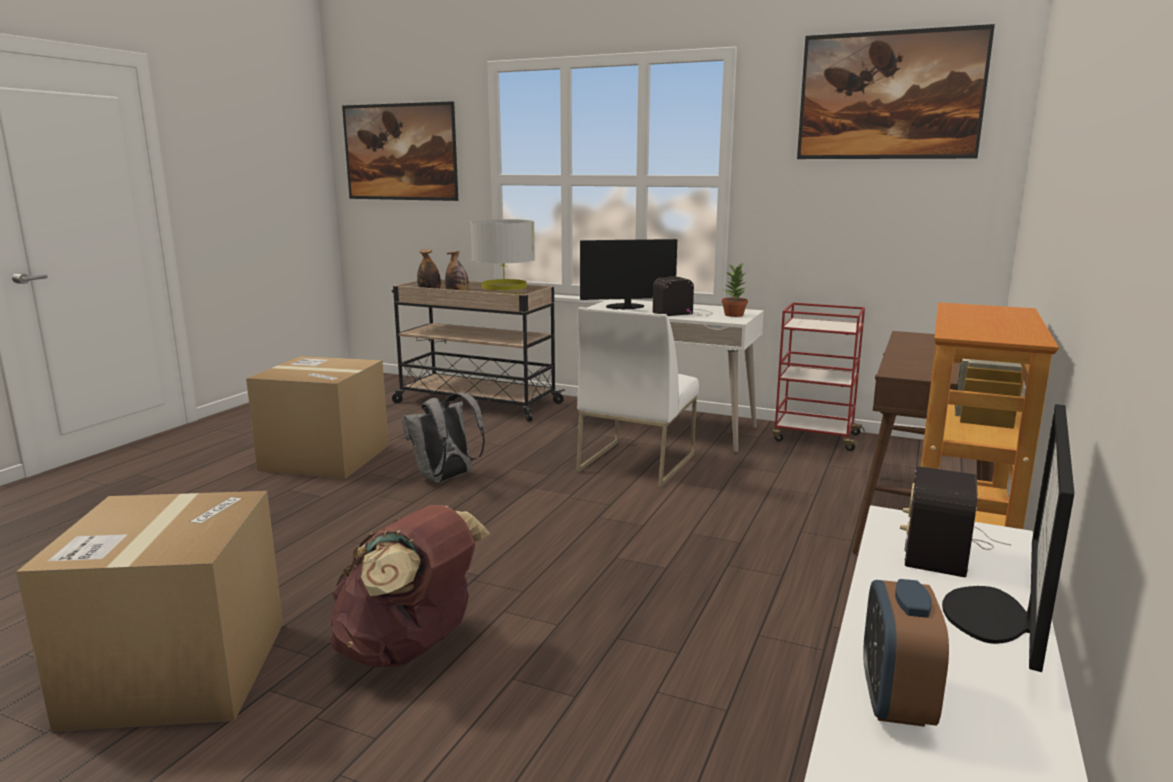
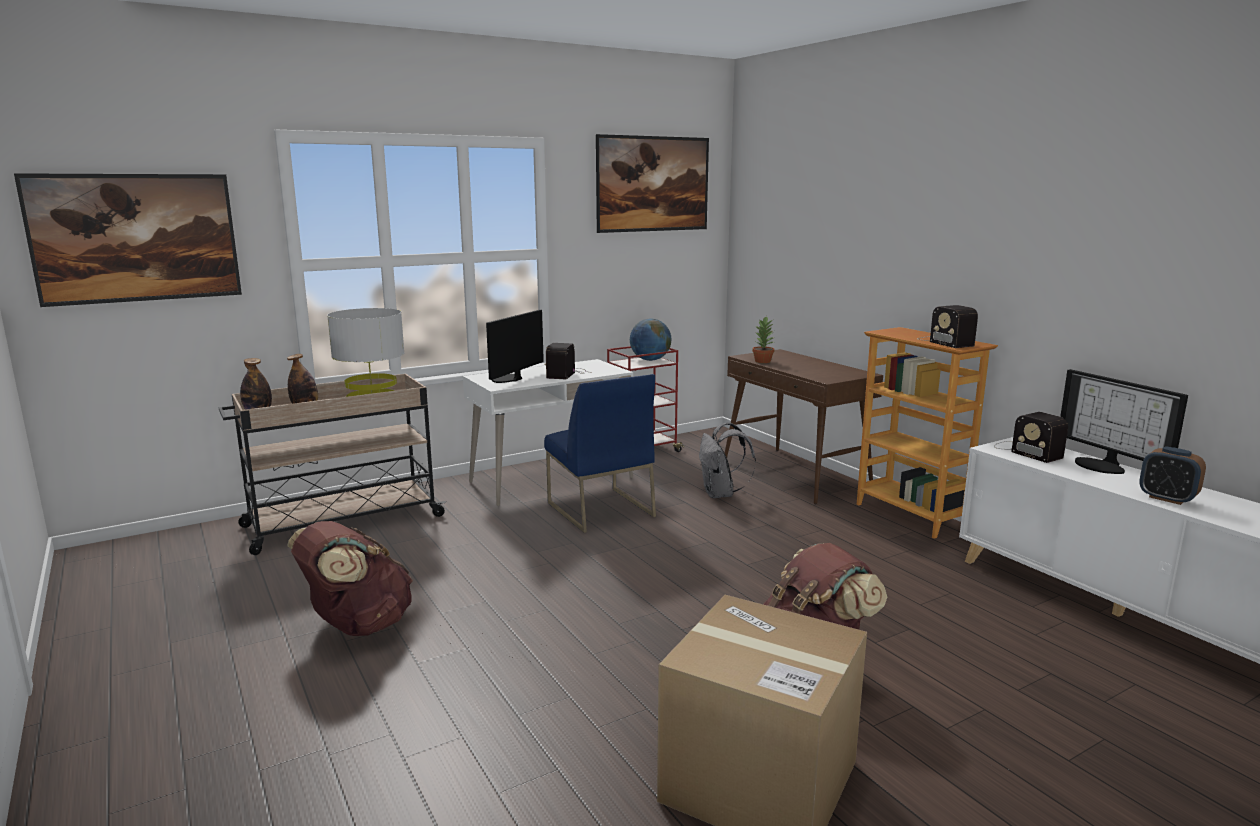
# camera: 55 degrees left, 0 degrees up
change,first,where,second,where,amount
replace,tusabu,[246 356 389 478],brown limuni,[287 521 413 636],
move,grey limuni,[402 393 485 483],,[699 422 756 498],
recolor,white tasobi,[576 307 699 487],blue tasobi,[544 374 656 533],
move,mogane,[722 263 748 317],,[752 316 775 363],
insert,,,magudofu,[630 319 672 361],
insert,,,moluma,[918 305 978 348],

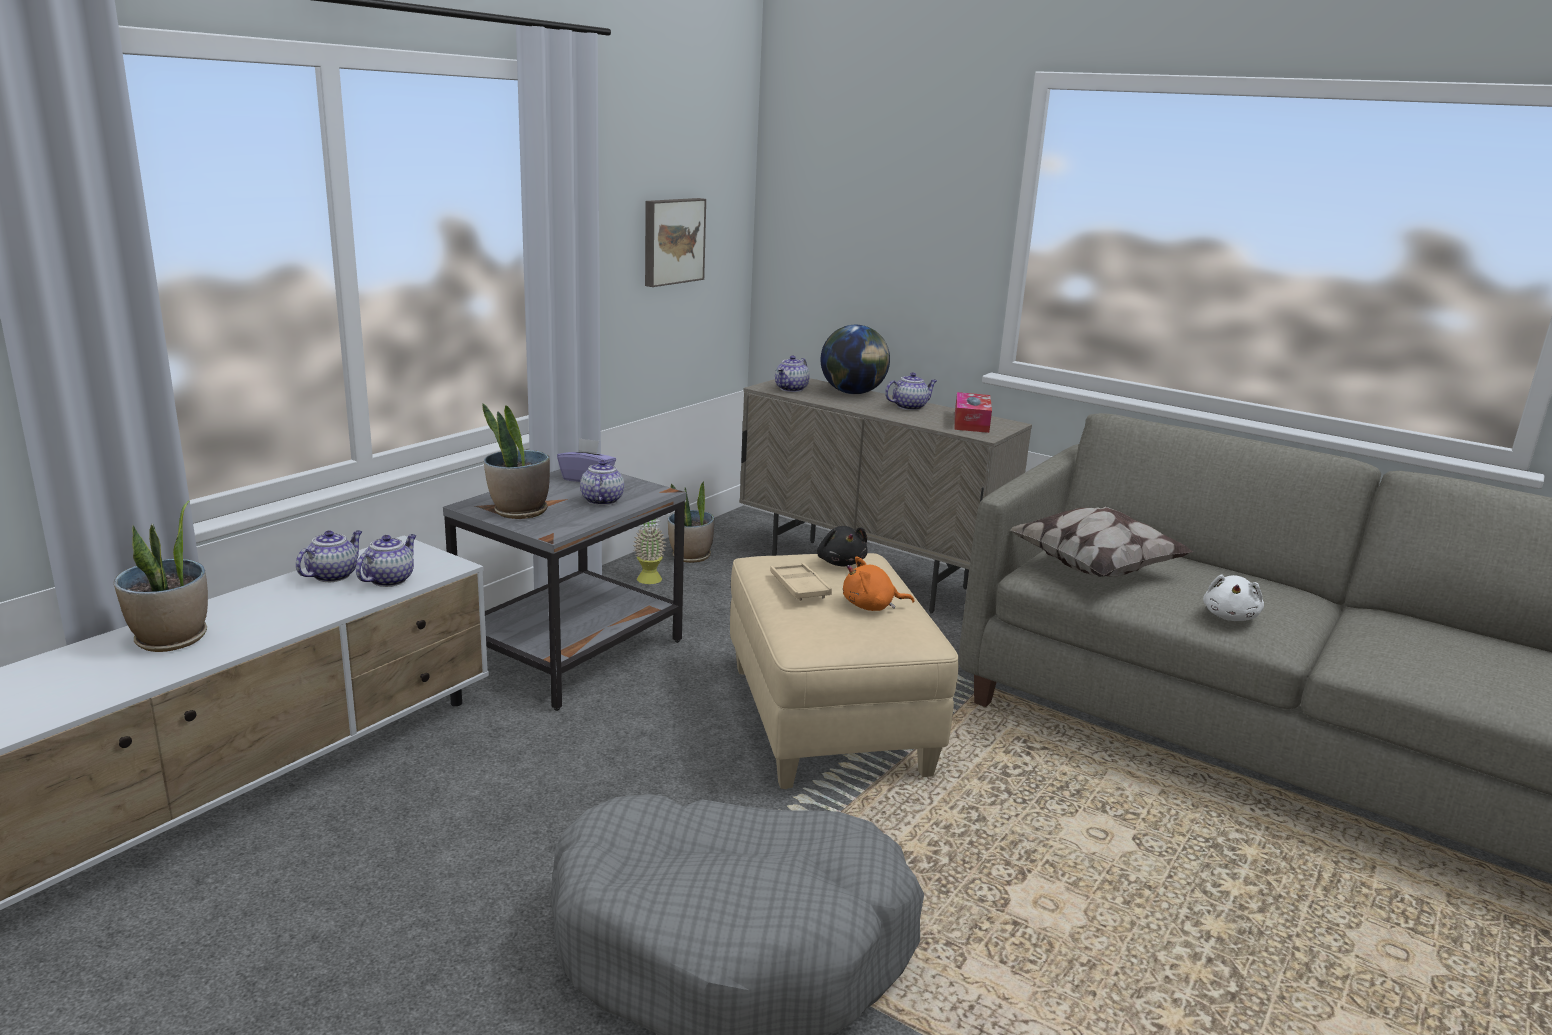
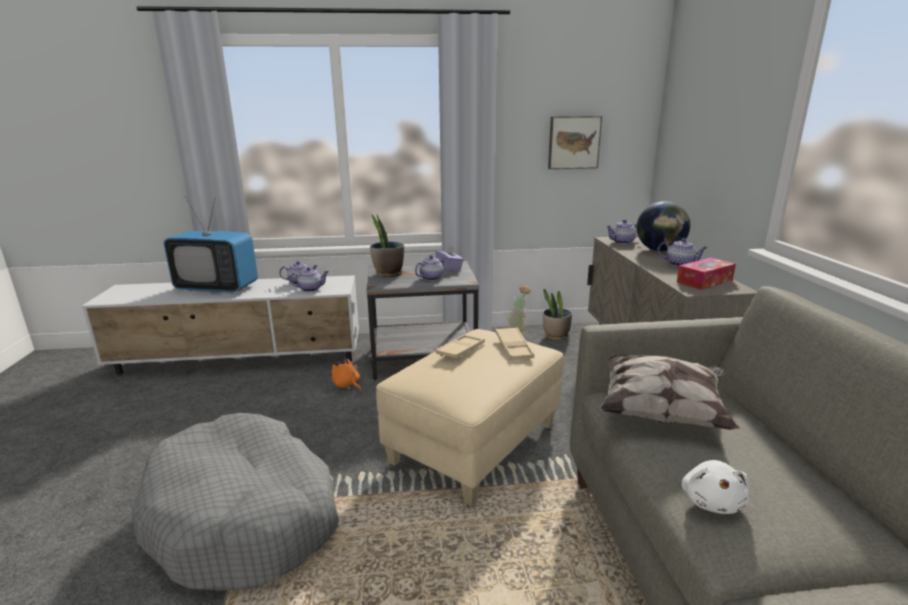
# camera: 50 degrees right, 0 degrees up
change,first,where,second,where,amount
replace,mogane,[114 501 208 652],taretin,[164 196 258 293],
replace,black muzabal,[817 526 867 566],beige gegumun,[495 327 534 359],
move,orange muzabal,[843 556 914 611],,[332 358 361 391],
rotate,white muzabal,[1203 574 1264 621],,[682 460 750 514],60 degrees counterclockwise

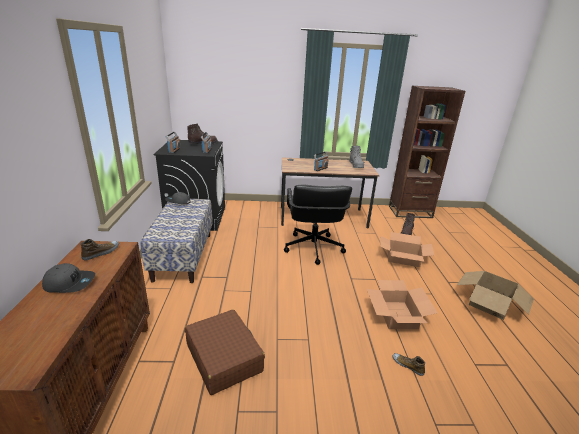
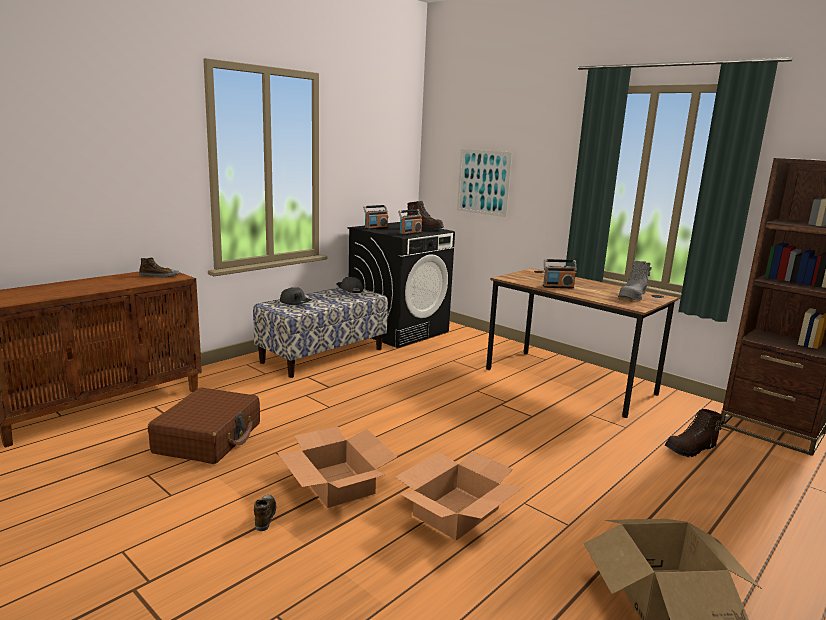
# camera: 45 degrees right, 10 degrees down
change,first,where,second,where,amount
move,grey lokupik,[42 263 95 293],,[280 287 312 305],
delete,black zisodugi,[284 184 352 265],,,
move,tusabu,[380 232 434 267],,[278 426 397 508],
move,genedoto,[393 353 425 376],,[254 495 277 531],
insert,,,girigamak,[457 149 512 217],

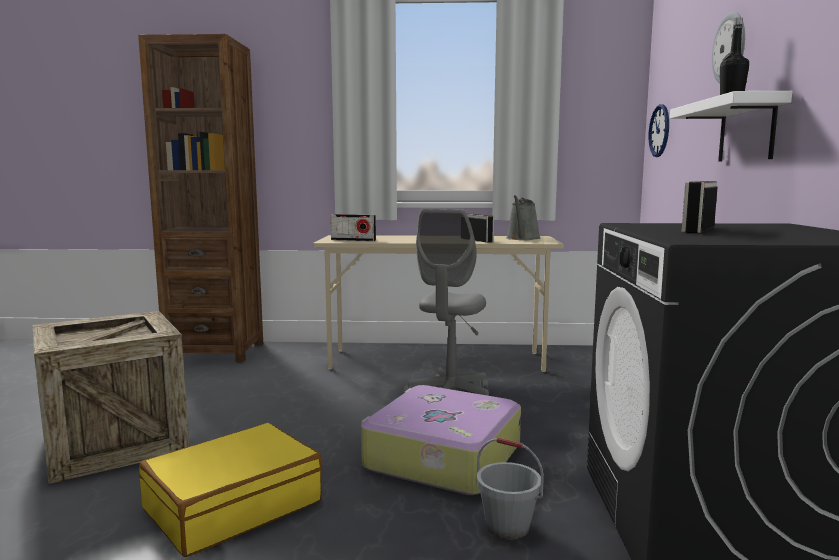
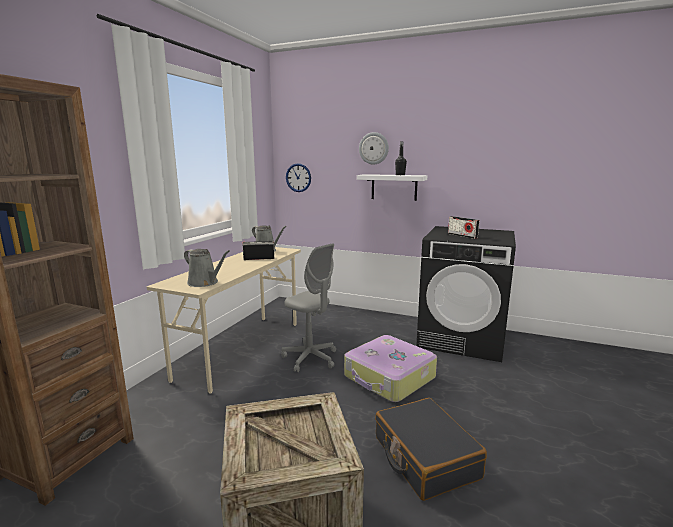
# camera: 70 degrees left, 5 degrees up
change,first,where,second,where,amount
recolor,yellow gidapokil,[139 423 322 557],black gidapokil,[375 398 487 501],
replace,moluma,[330 214 376 241],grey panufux,[184 249 230 287],
delete,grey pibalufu,[477 438 544 540],,,

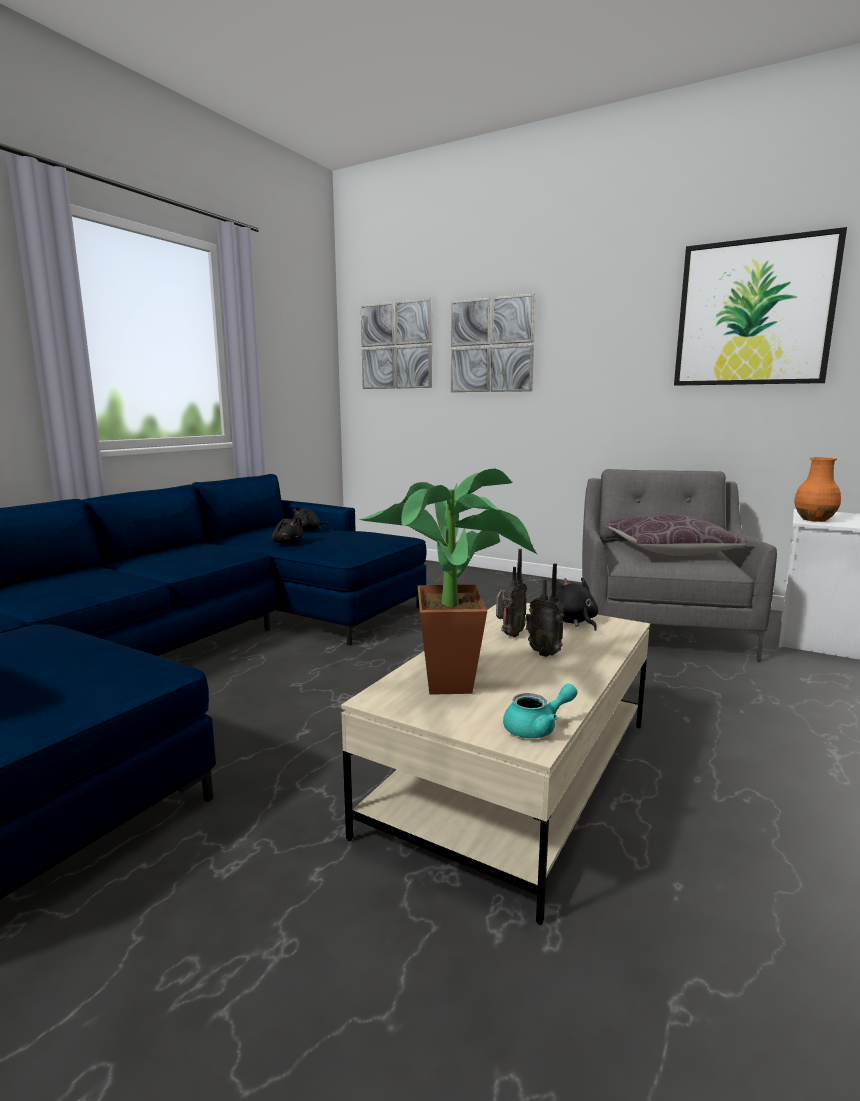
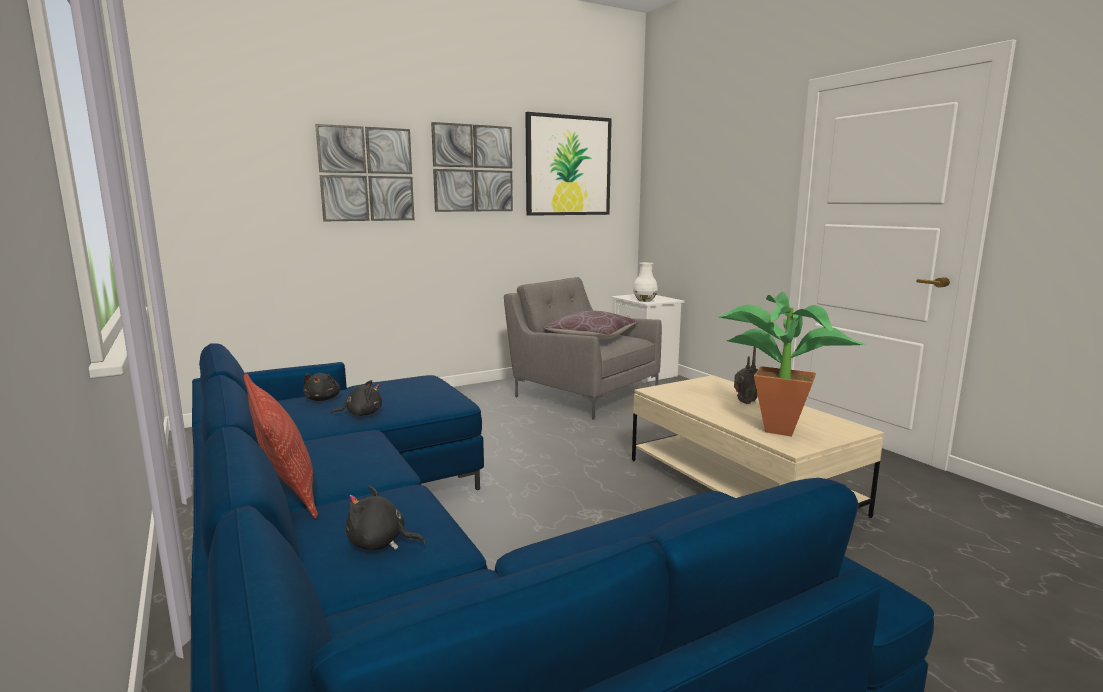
# camera: 60 degrees left, 0 degrees up
change,first,where,second,where,amount
move,girigamak,[361 299 432 389],,[431 122 513 212],
delete,moluma,[496 549 527 637],,,
delete,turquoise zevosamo,[503 684 577 738],,,
move,black muzabal,[556 577 598 631],,[345 486 425 550],
recolor,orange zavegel,[794 457 841 522],white zavegel,[633 262 658 302],
insert,,,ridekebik,[244 373 318 519],

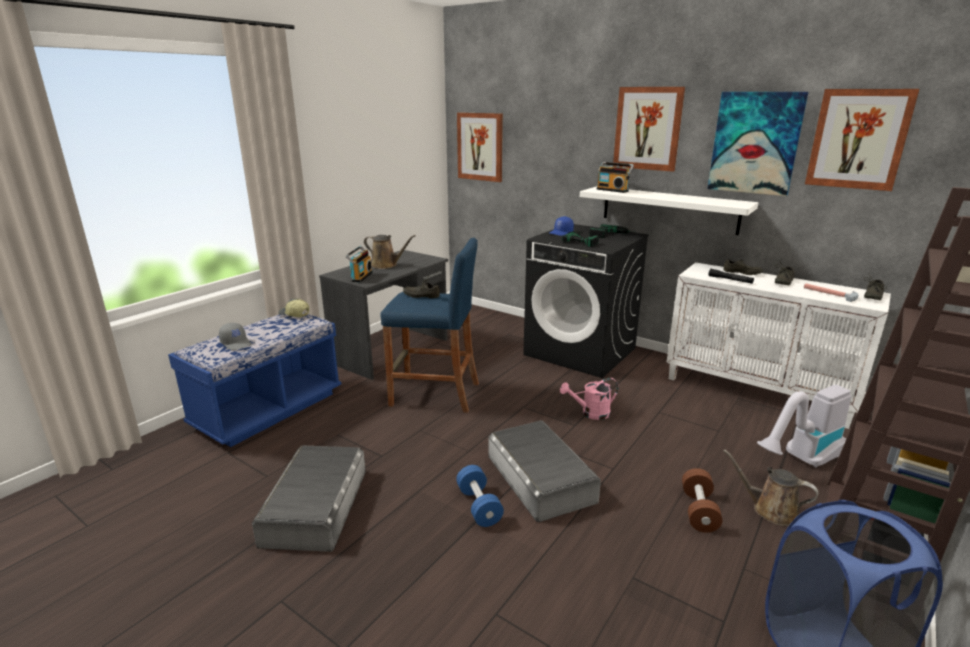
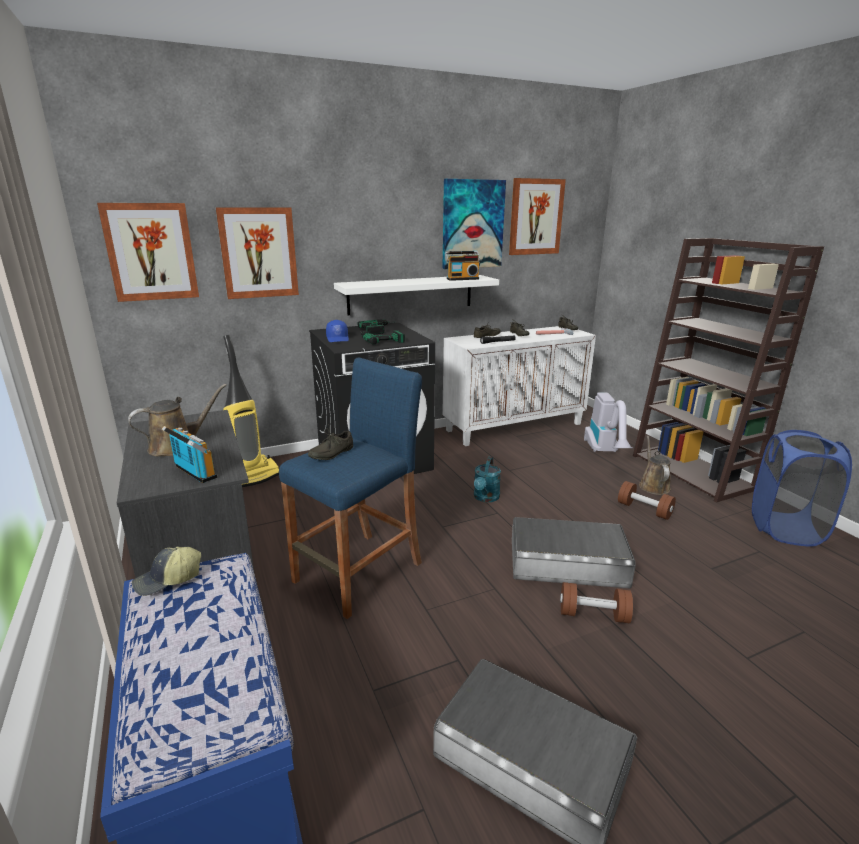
# camera: 60 degrees left, 0 degrees up
change,first,where,second,where,amount
delete,grey lokupik,[219 323 251 350],,,
recolor,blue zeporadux,[456 465 504 527],brown zeporadux,[560 582 633 623],
recolor,pink panufux,[560 378 619 420],turquoise panufux,[474 457 501 502],
move,moluma,[597 162 634 193],,[445 251 480 281],
move,girigamak,[613 87 685 172],,[216 207 299 299],
rotate,brown panufux,[723 449 818 526],,[639 436 671 495],120 degrees clockwise
insert,,,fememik,[223 335 279 487],

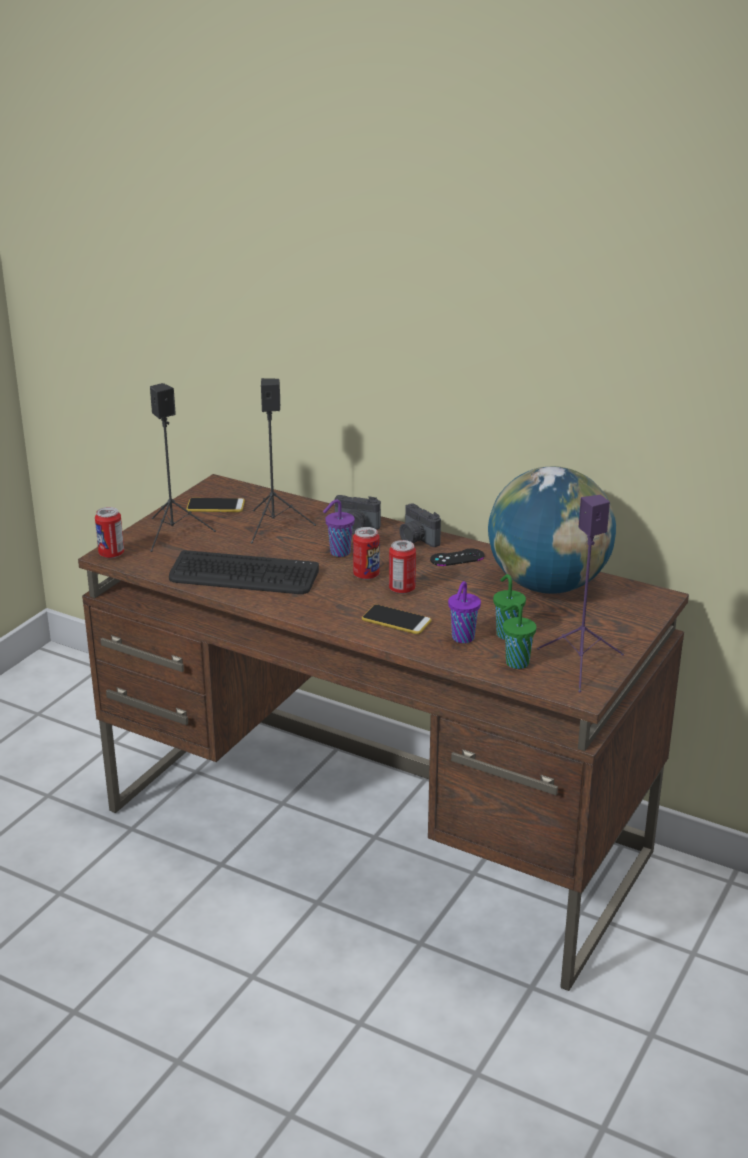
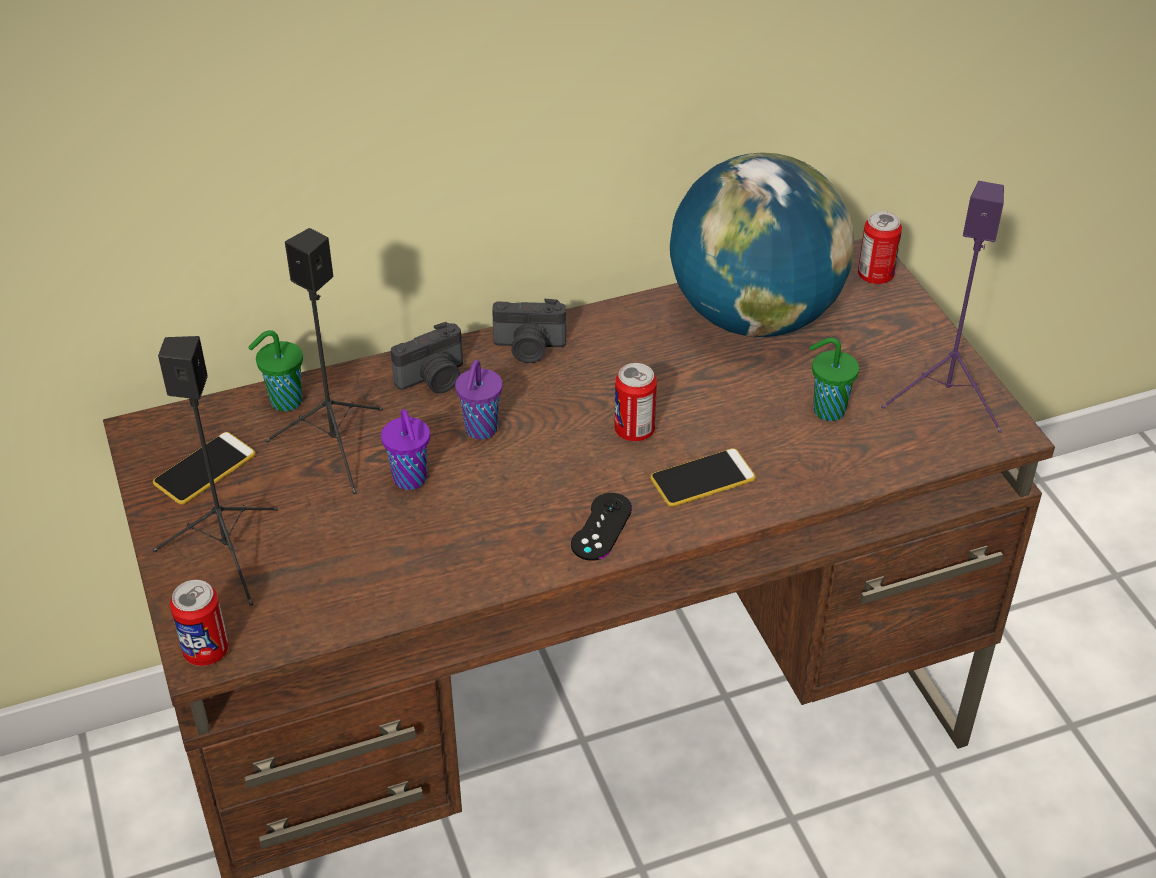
# camera: 50 degrees left, 15 degrees up
change,first,where,second,where,amount
delete,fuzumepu,[169 550 319 594],,,
move,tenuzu,[353 527 380 580],,[858 211 902 284],
move,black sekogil,[430 549 484 566],,[571 493 632 561],
move,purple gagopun,[448 581 481 643],,[381 409 430 490],
move,green gagopun,[503 602 537 669],,[248 330 303 412],

